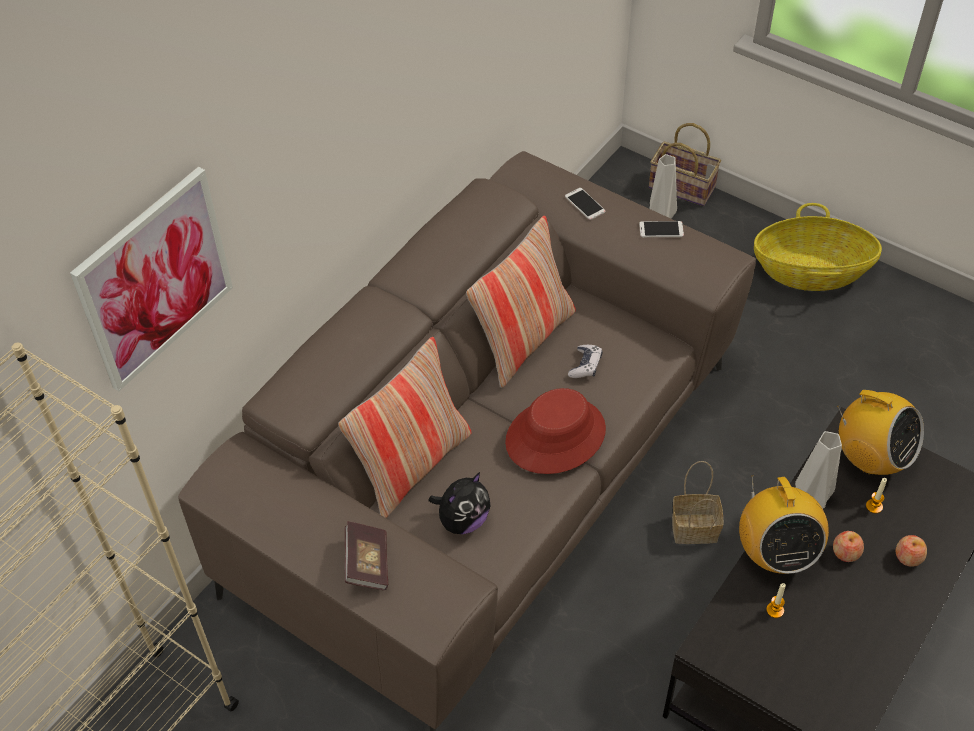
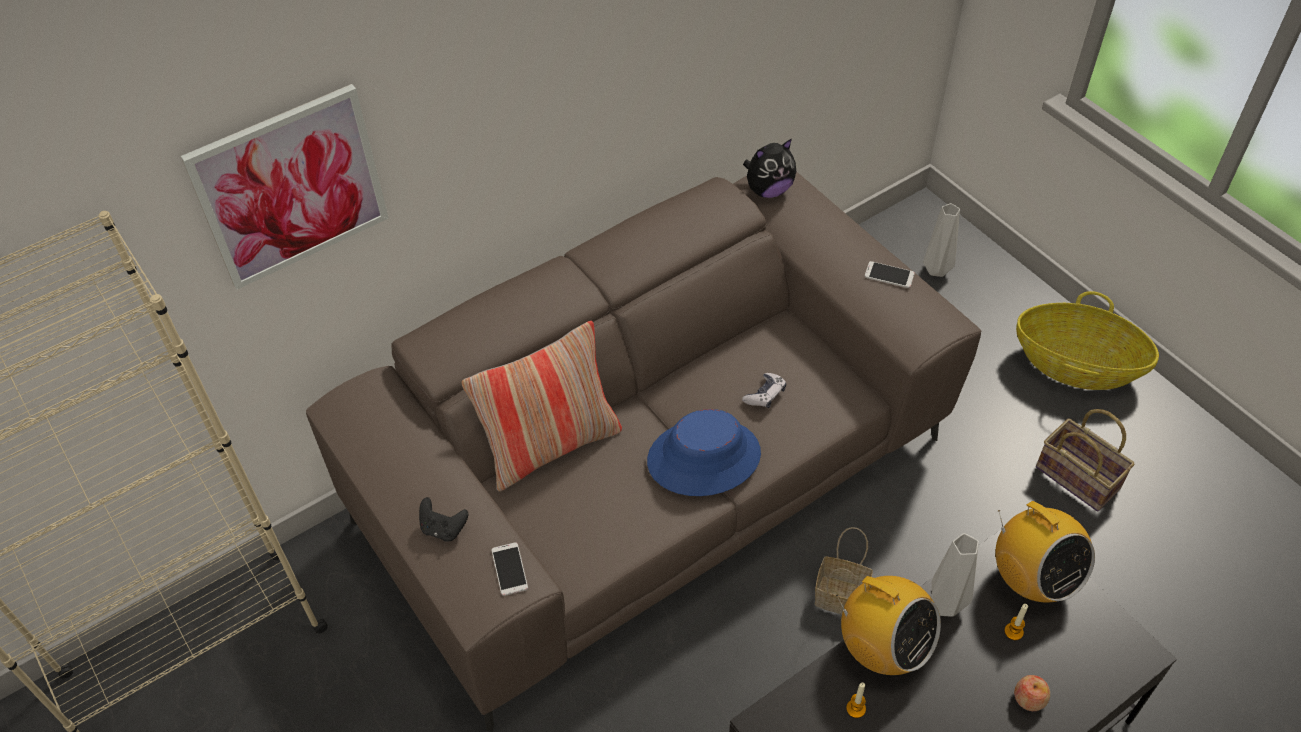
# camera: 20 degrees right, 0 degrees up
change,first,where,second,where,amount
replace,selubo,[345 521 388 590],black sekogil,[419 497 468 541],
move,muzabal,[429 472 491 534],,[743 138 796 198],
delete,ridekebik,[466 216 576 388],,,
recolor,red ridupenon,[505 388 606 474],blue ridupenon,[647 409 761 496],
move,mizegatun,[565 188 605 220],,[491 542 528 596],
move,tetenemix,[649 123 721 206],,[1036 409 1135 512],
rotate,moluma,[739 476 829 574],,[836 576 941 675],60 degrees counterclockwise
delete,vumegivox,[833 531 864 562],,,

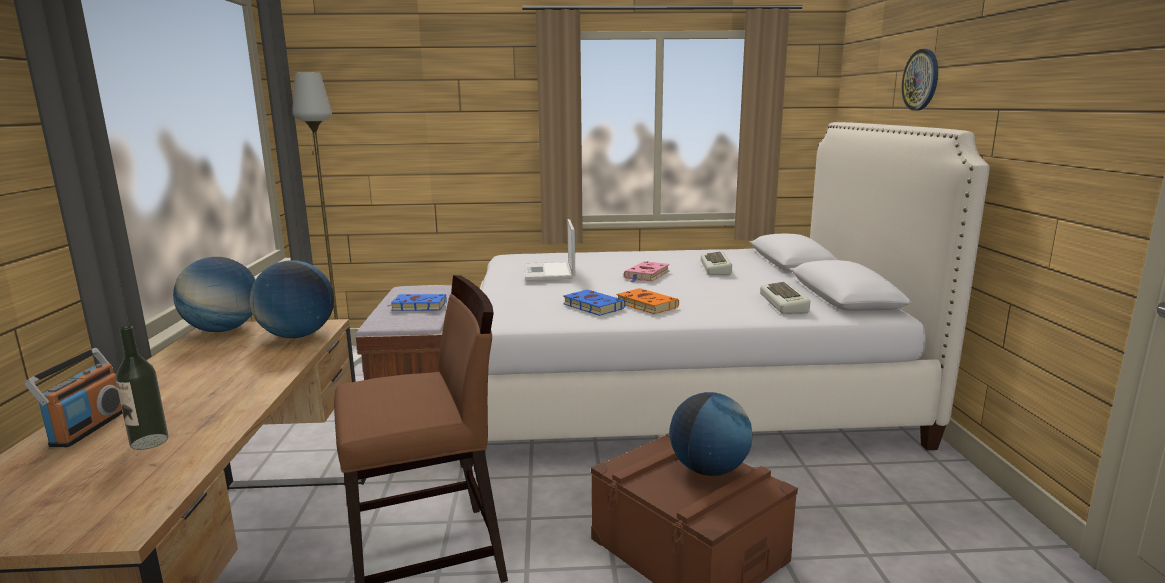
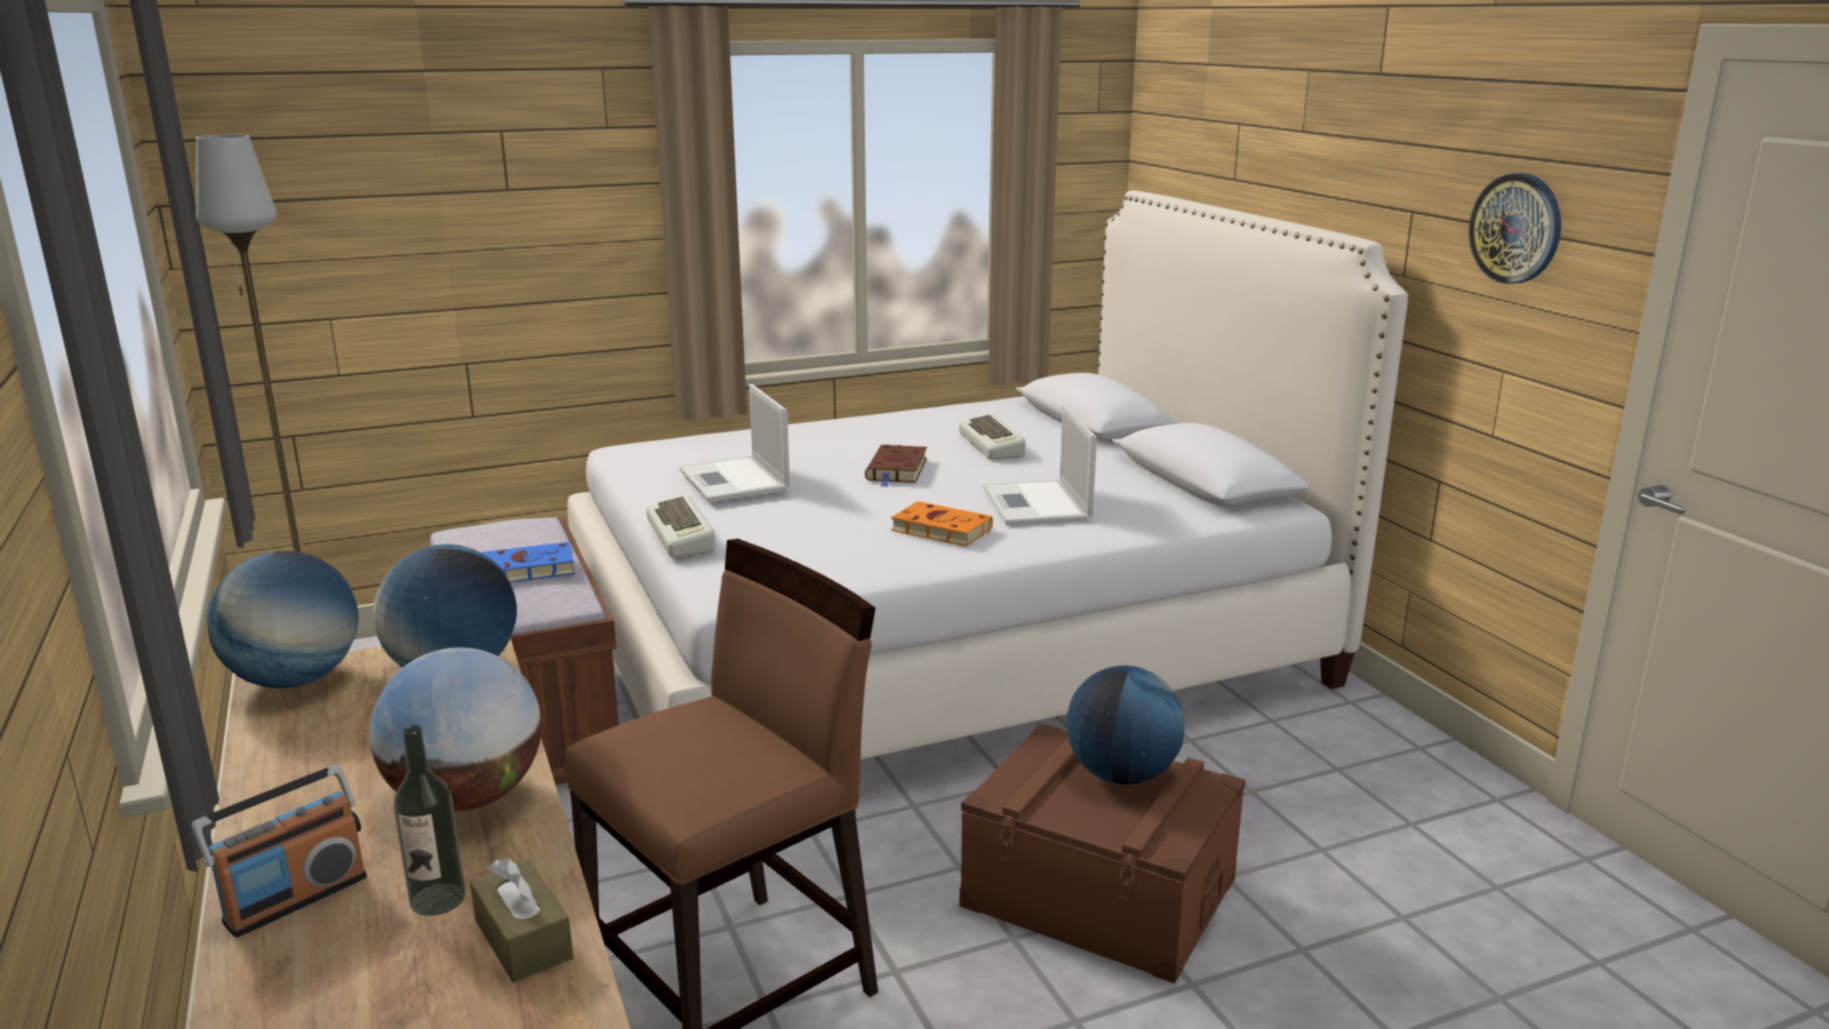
# camera: 20 degrees left, 5 degrees up
change,first,where,second,where,amount
rotate,moluma,[24 348 123 447],,[192 764 367 938],60 degrees clockwise
delete,blue selubo,[563 289 625 316],,,
recolor,pink selubo,[624 261 670 282],brown selubo,[865 444 927 487],
move,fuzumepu,[760 281 810 314],,[646 495 716 557],
move,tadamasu,[902 49 938 110],,[1469 173 1561 284],
insert,,,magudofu,[370 647 541 812],
insert,,,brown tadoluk,[470 857 573 983],
insert,,,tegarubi,[983 405 1097 526],

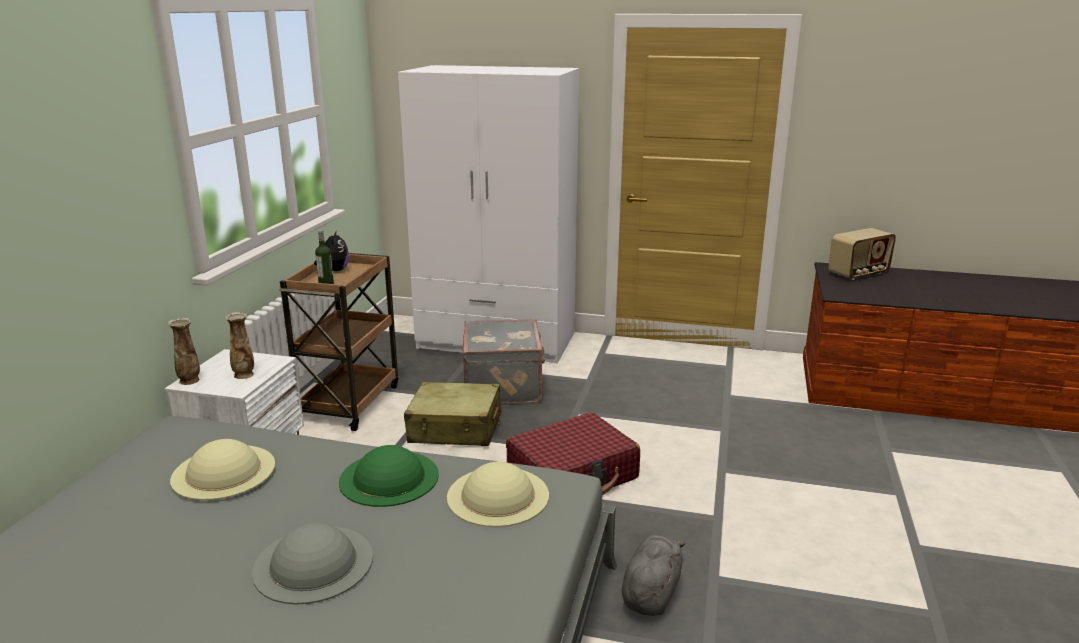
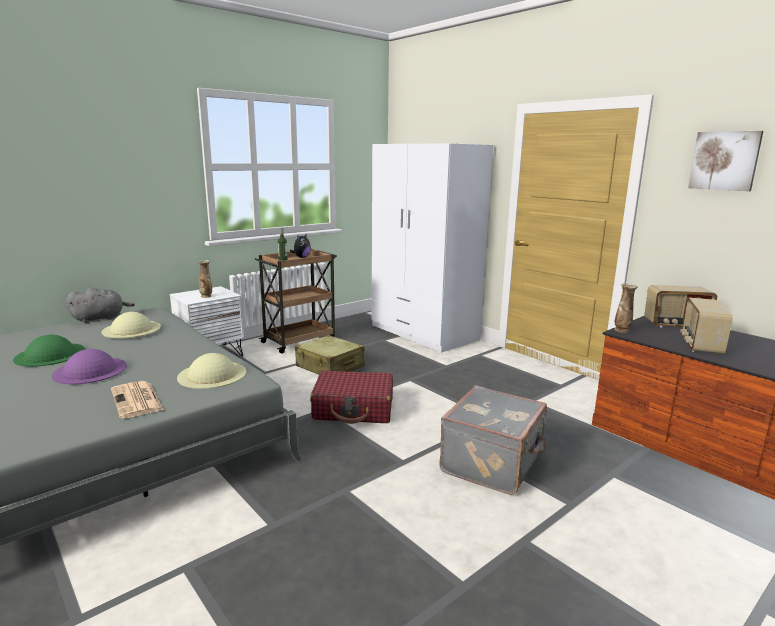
# camera: 35 degrees right, 5 degrees down
change,first,where,second,where,amount
move,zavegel,[168 318 200 385],,[614 283 638 333],
recolor,grey ridupenon,[252 523 373 605],purple ridupenon,[51 349 127 384],
move,green ridupenon,[339 445 439 507],,[13 335 85 367],
move,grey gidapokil,[463 319 546 405],,[439 385 547 495],
move,grey muzabal,[622 535 685 616],,[66 288 135 323],
insert,,,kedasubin,[111 381 163 419],
insert,,,moluma,[680 298 733 355],
insert,,,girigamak,[688 131 763 191],

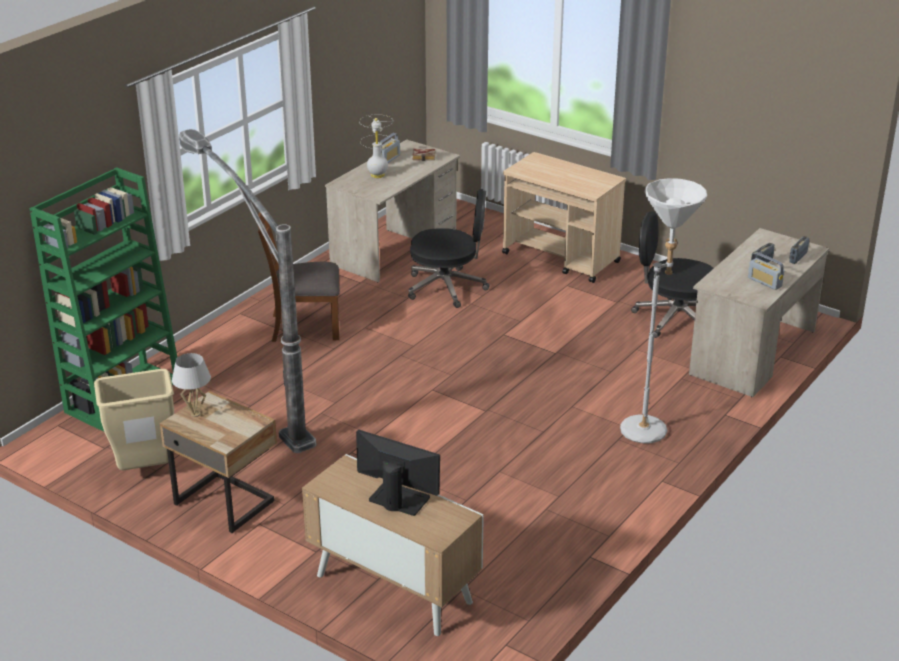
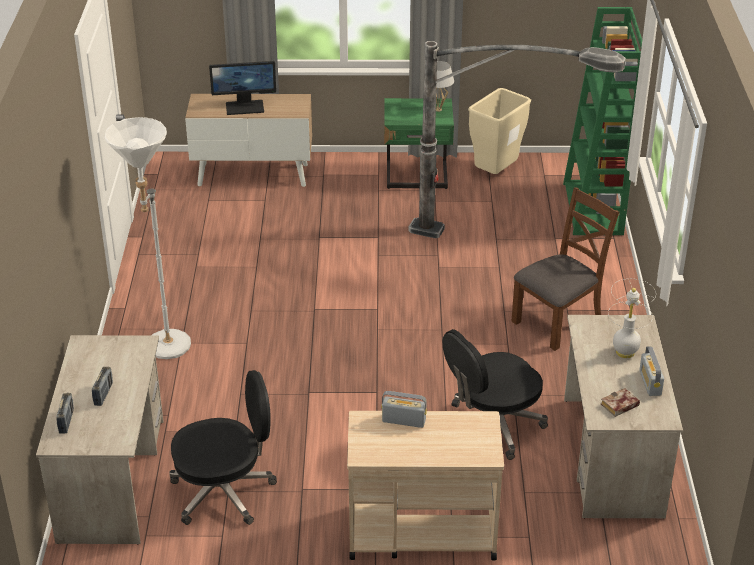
# camera: 145 degrees right, 5 degrees up
change,first,where,second,where,amount
recolor,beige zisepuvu,[160 391 277 533],green zisepuvu,[384 98 454 189],
move,moluma,[748 252 784 290],,[381 391 427 428],

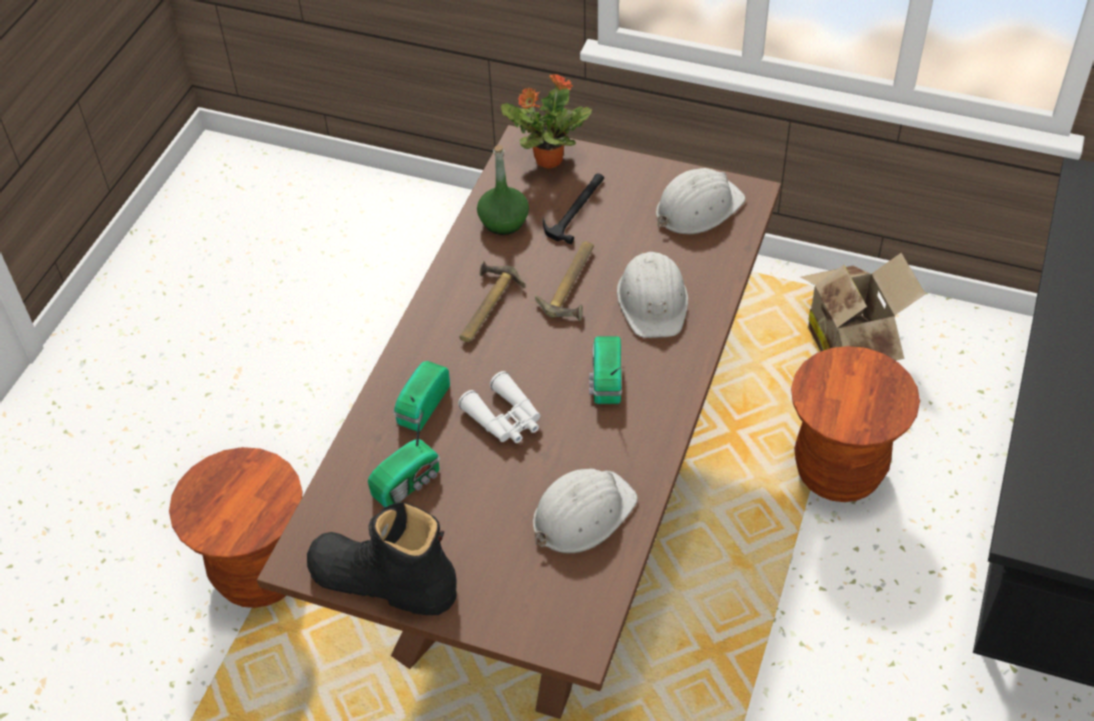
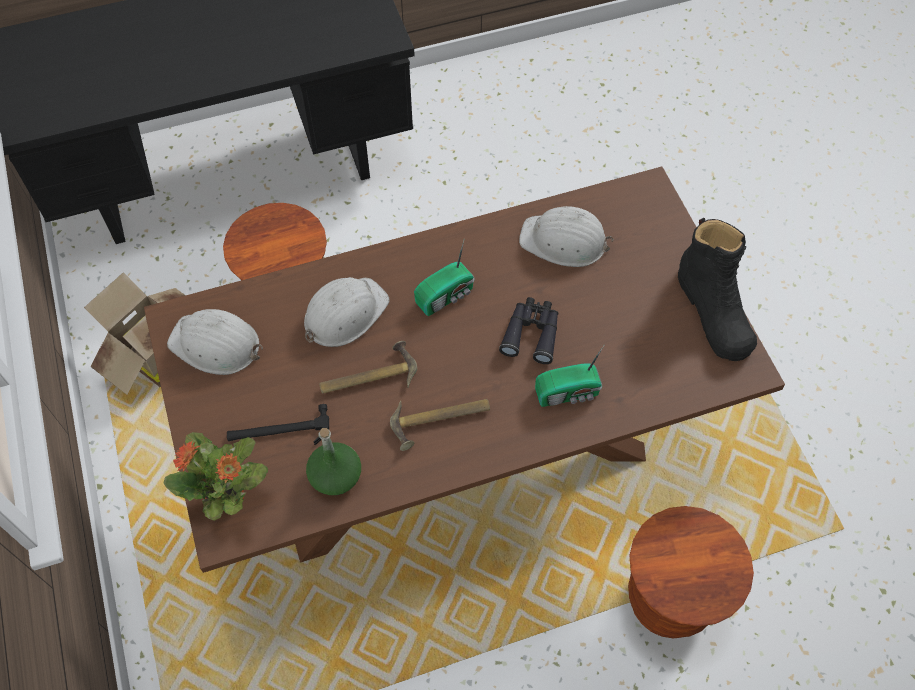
# camera: 130 degrees left, 10 degrees up
change,first,where,second,where,amount
delete,moluma,[368 409 440 507],,,
recolor,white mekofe,[458 371 541 443],black mekofe,[499 297 558 364],

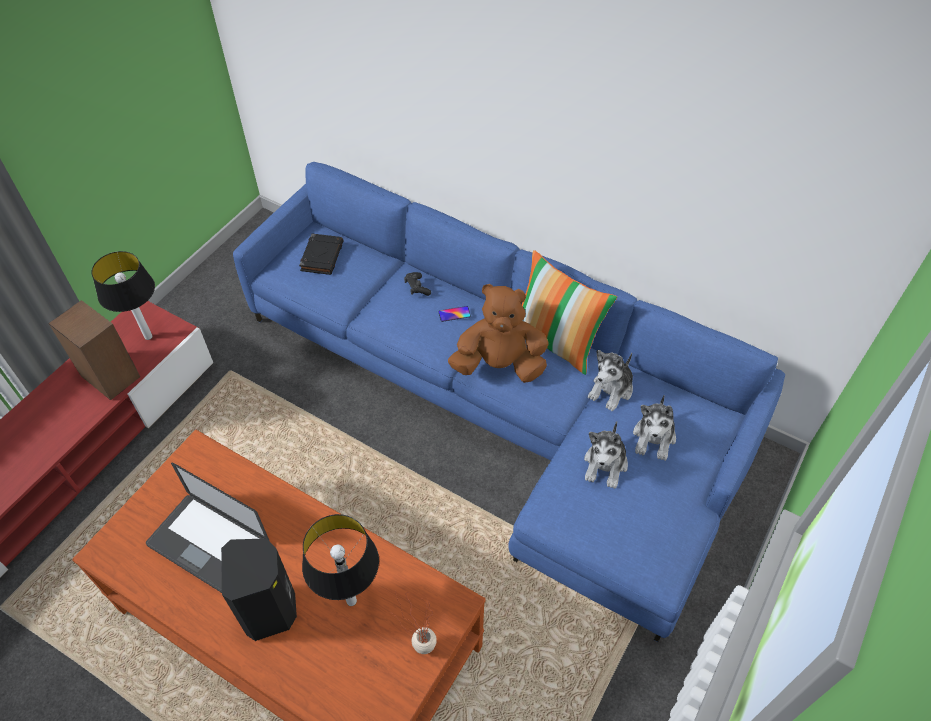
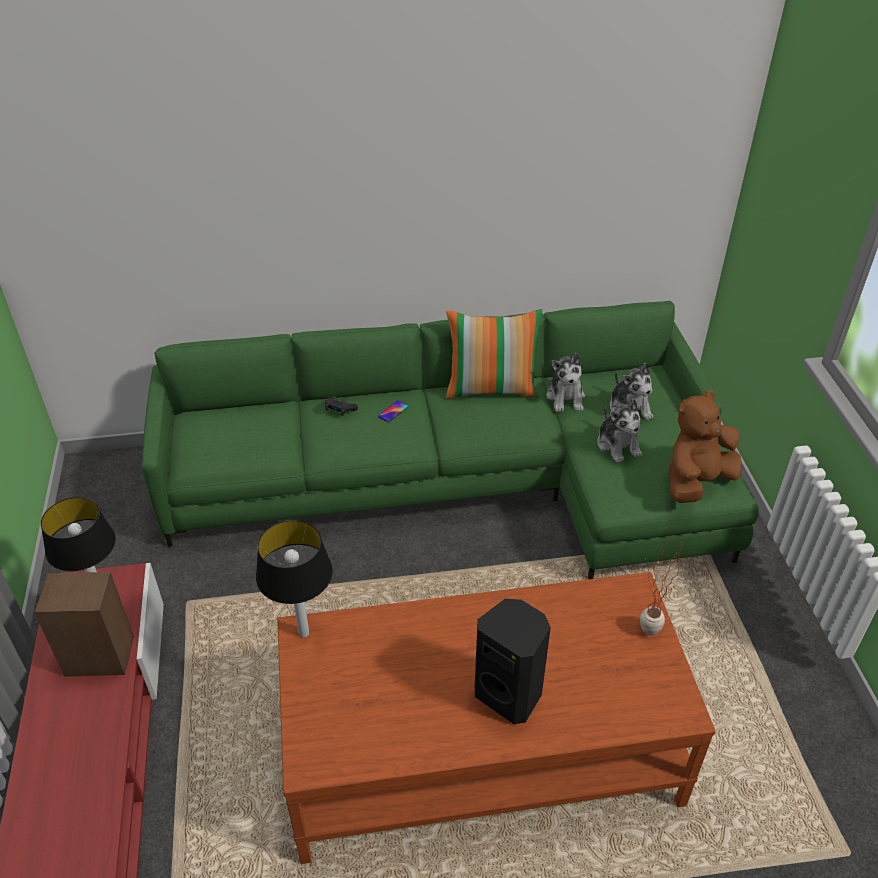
# camera: 40 degrees left, 10 degrees down
change,first,where,second,where,amount
delete,tegarubi,[146 463 269 593],,,
recolor,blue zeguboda,[233 162 785 642],green zeguboda,[142 301 759 579],
delete,black selubo,[299 234 343 275],,,
move,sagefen,[302 514 379 606],,[256 520 333 638],
move,brown muzabal,[448 284 549 383],,[668 391 742 503],

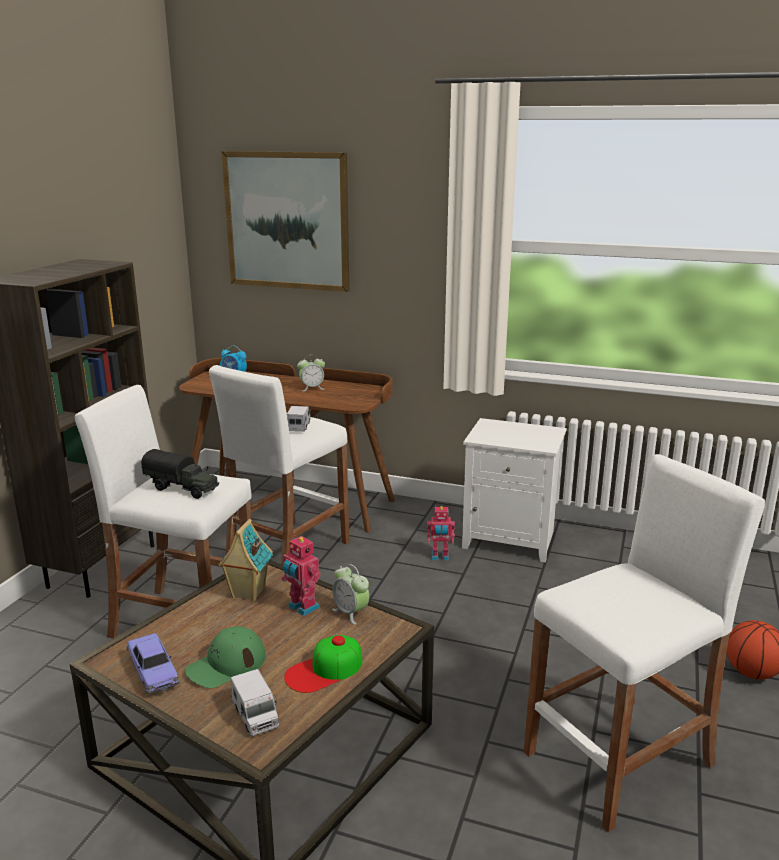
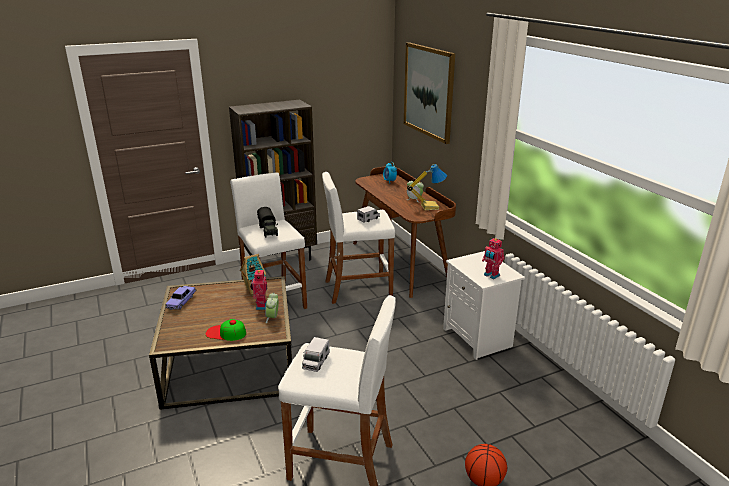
# camera: 45 degrees right, 5 degrees up
change,first,where,second,where,amount
delete,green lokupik,[185 626 265 688],,,
move,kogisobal,[231 669 279 736],,[302 337 330 372],
move,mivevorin,[427 506 455 560],,[482 238 505 279],
insert,,,sagefen,[407 164 447 210],

